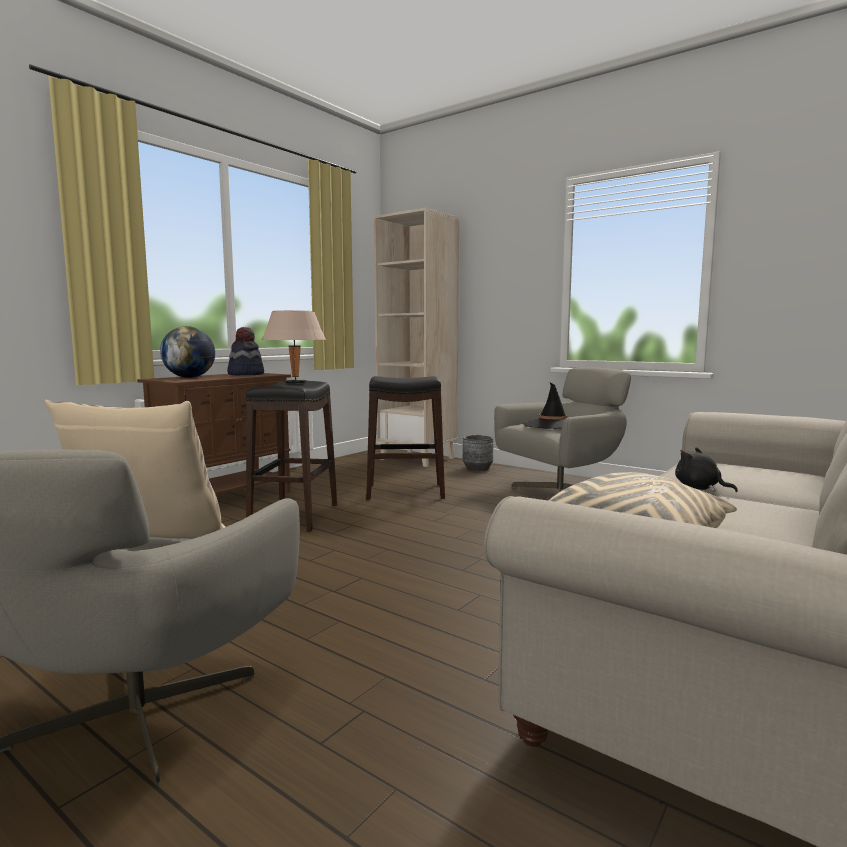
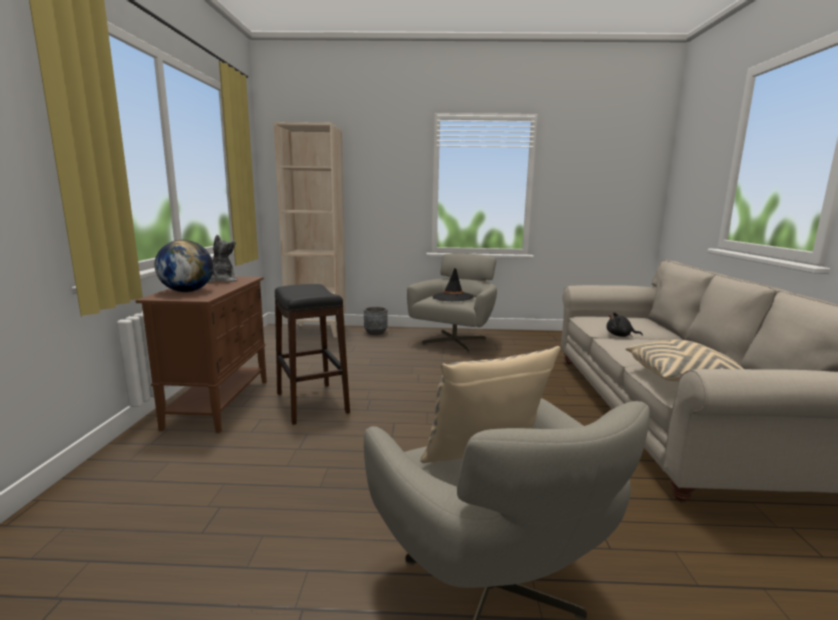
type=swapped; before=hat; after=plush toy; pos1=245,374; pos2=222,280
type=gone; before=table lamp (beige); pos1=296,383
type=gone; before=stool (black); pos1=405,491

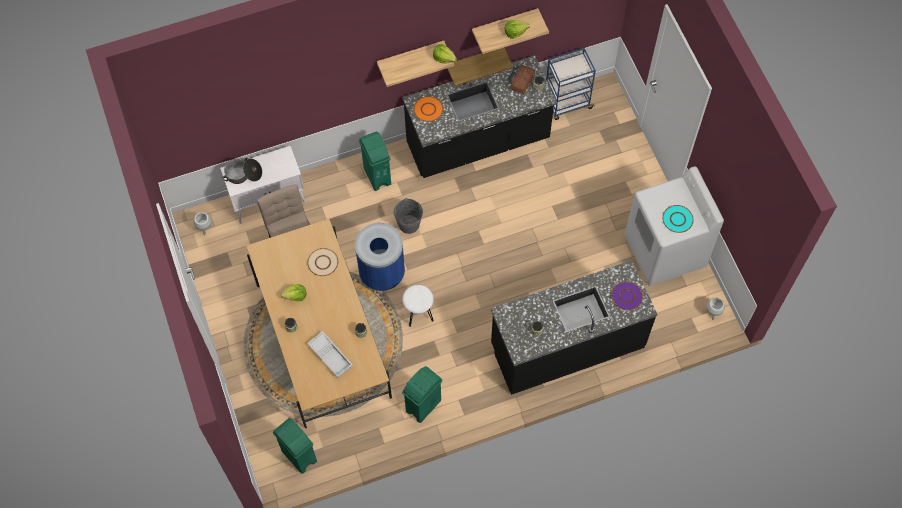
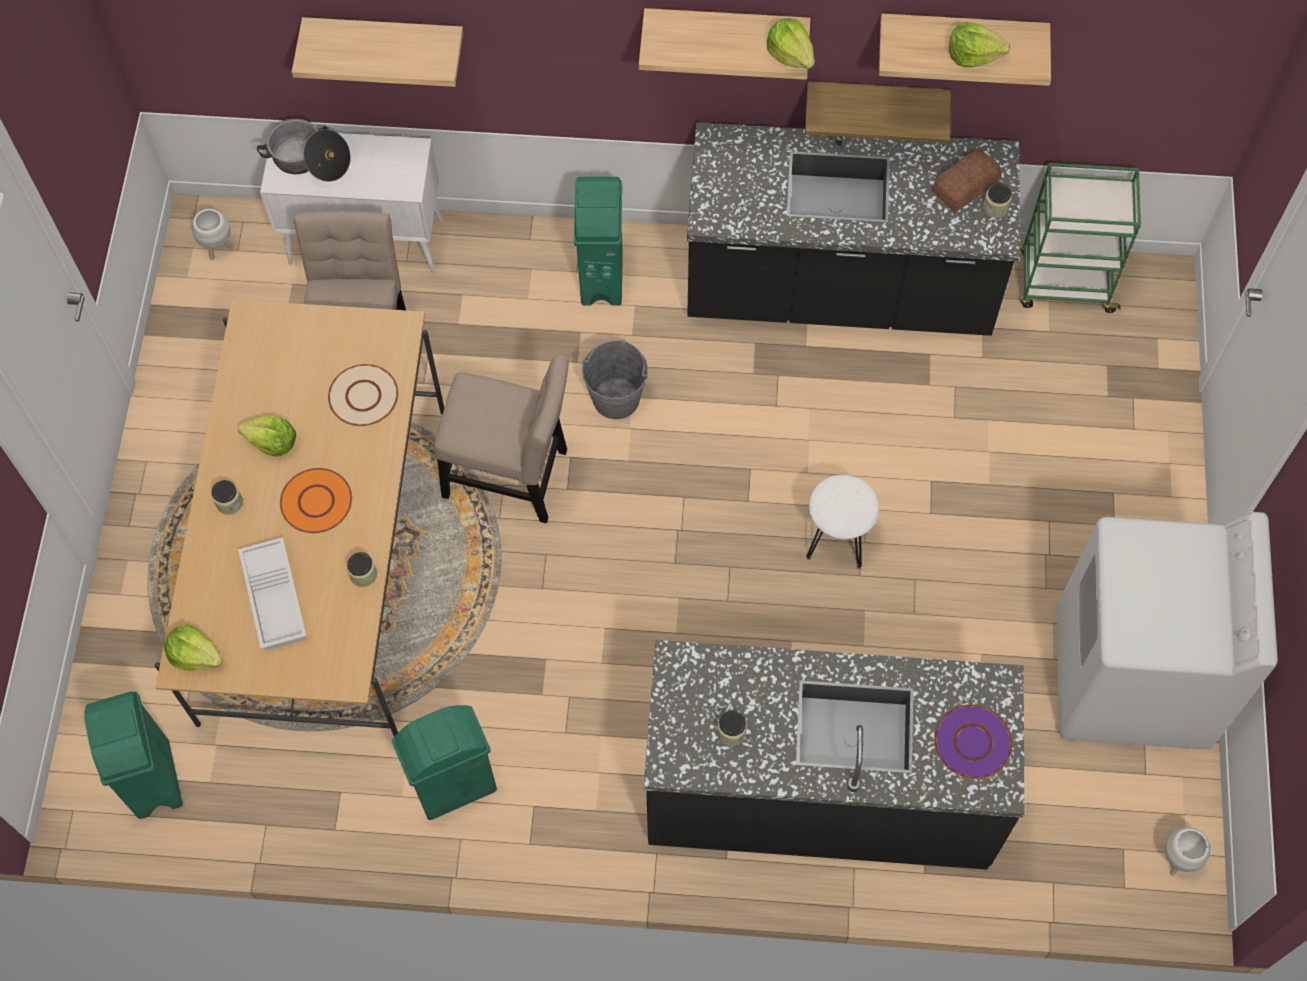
type=swapped; before=trash can (blue); after=chair (beige); pos1=382,273; pos2=512,476
type=shifted; before=stool (white); pos1=418,313; pos2=837,539
type=shifted; before=plate (orange); pos1=428,109; pos2=316,502
type=repainted; before=cart (blue); after=cart (green); pos1=567,103; pos2=1064,282
type=gone; before=plate (turquoise); pos1=677,219
type=new; after=lettuce; pos2=195,655
type=new; after=shelf; pos2=385,39

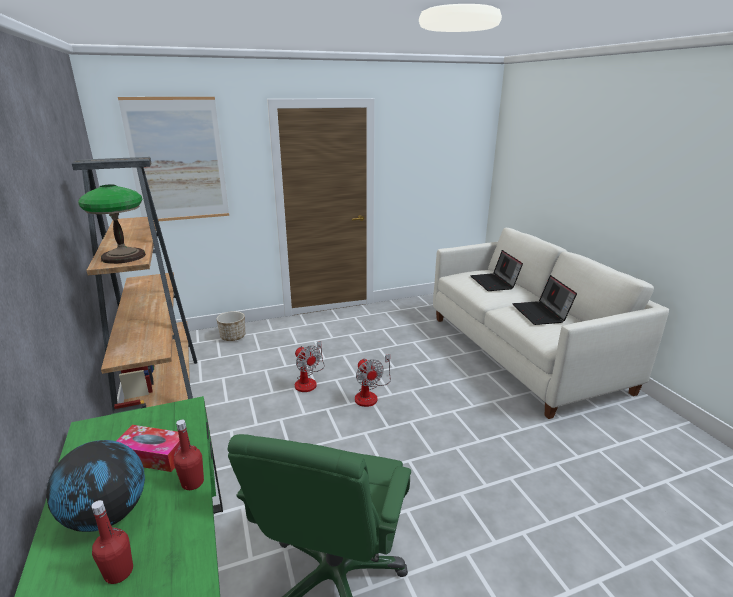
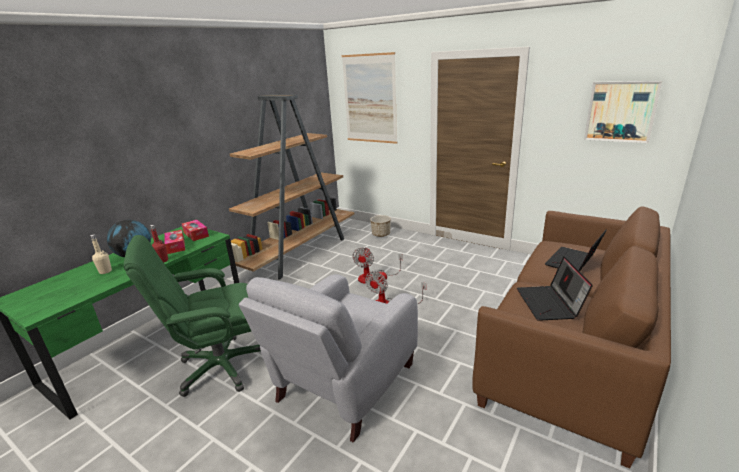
type=gone; before=table lamp; pos1=123,256
type=repainted; before=bottle (red); after=bottle (beige); pos1=119,572; pos2=105,271
type=repainted; before=sofa (white); after=sofa (brown); pos1=522,351; pos2=572,351
type=rotated; before=laptop; pos1=541,313; pos2=550,304; turn=-45
type=new; after=tissue box; pos2=196,234
type=new; after=armchair (grey); pos2=343,385
type=new; after=picture; pos2=620,111

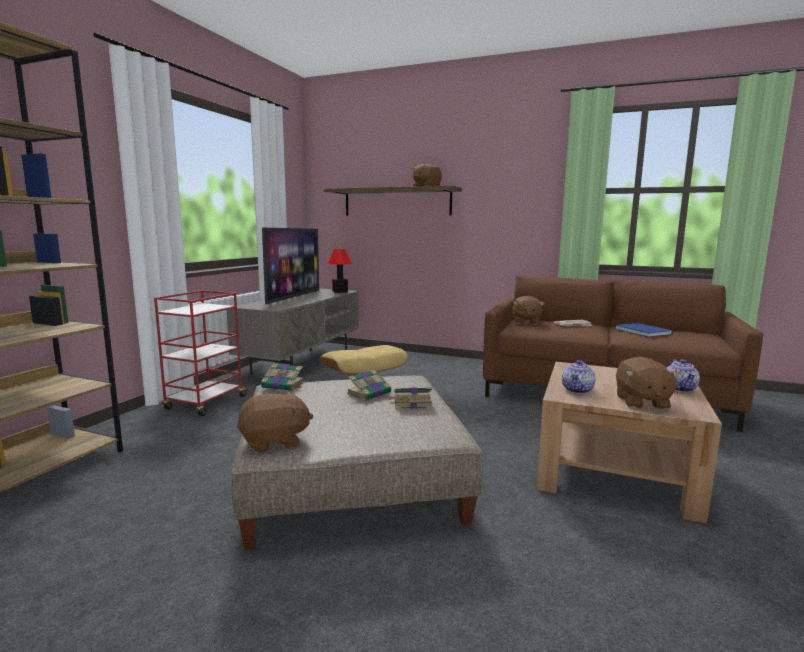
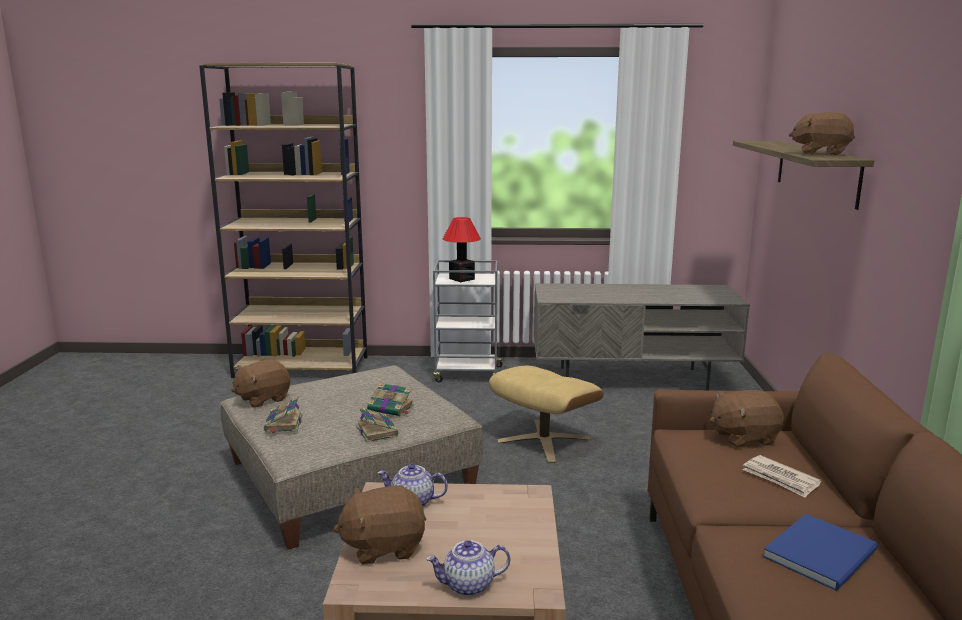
type=repainted; before=cart (red); after=cart (grey); pos1=205,403; pos2=467,374
type=rotated; before=plush toy (brown); pos1=274,442; pos2=262,399; turn=90
type=shifted; before=book; pos1=284,385; pos2=283,424
type=gone; before=television; pos1=293,297
type=shifted; before=table lamp; pos1=340,291; pos2=461,279

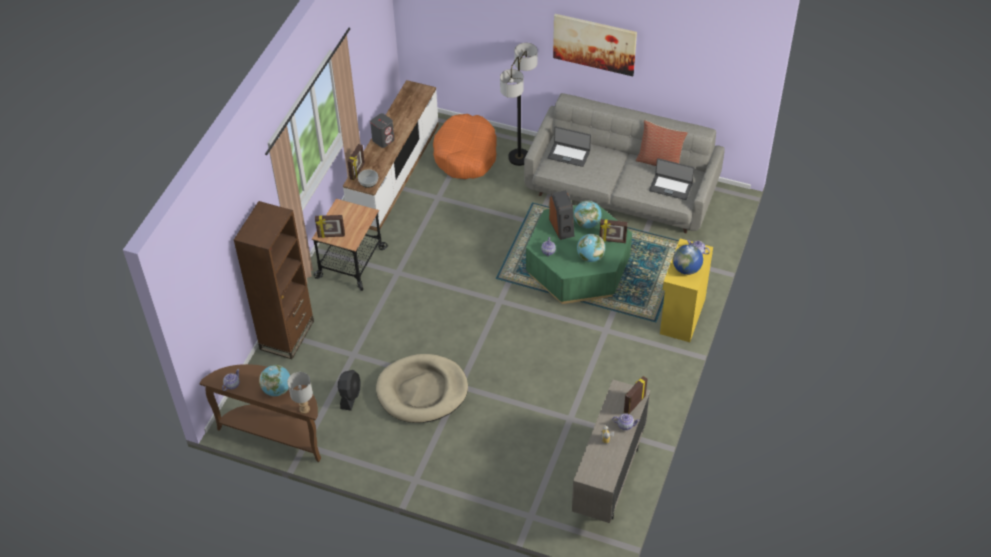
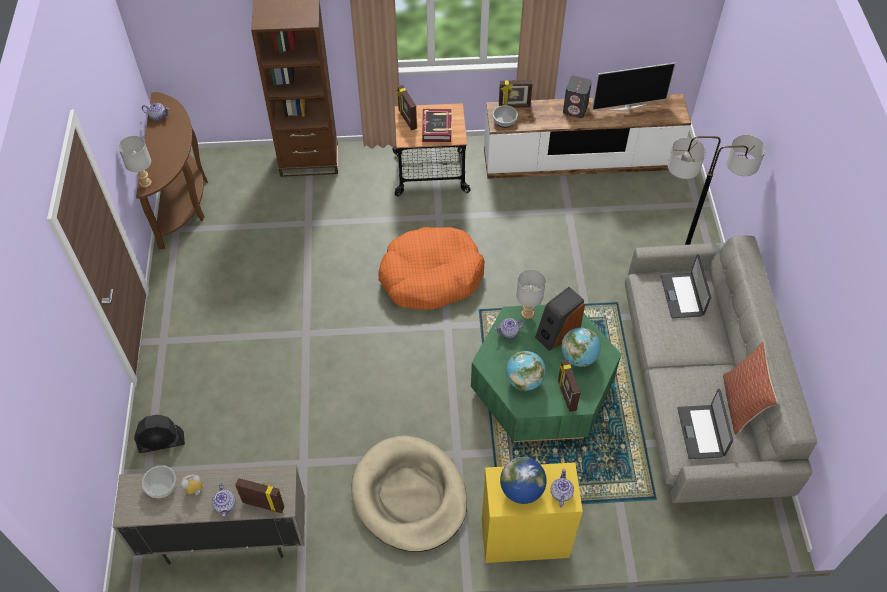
type=gone; before=globe; pos1=277,389
type=shifted; before=fan (black); pos1=350,396; pos2=162,442
type=shifted; before=dog bed (beige); pos1=422,391; pos2=409,496
type=shifted; before=dog bed (orange); pos1=466,155; pos2=430,276
type=gone; before=picture; pos1=594,44
type=new; after=bowl; pos2=161,486
type=new; after=book; pos2=437,128
type=new; after=table lamp (grey); pos2=527,313
type=new; after=television; pos2=627,107

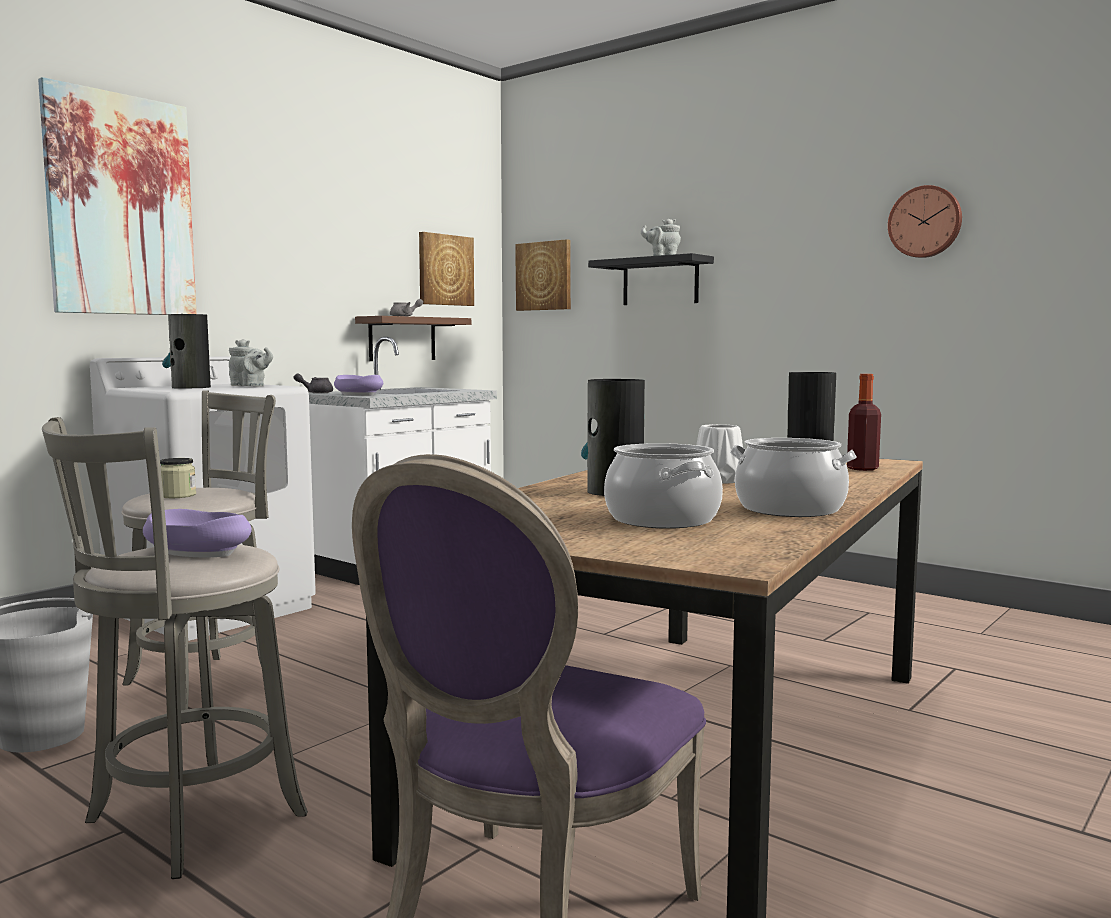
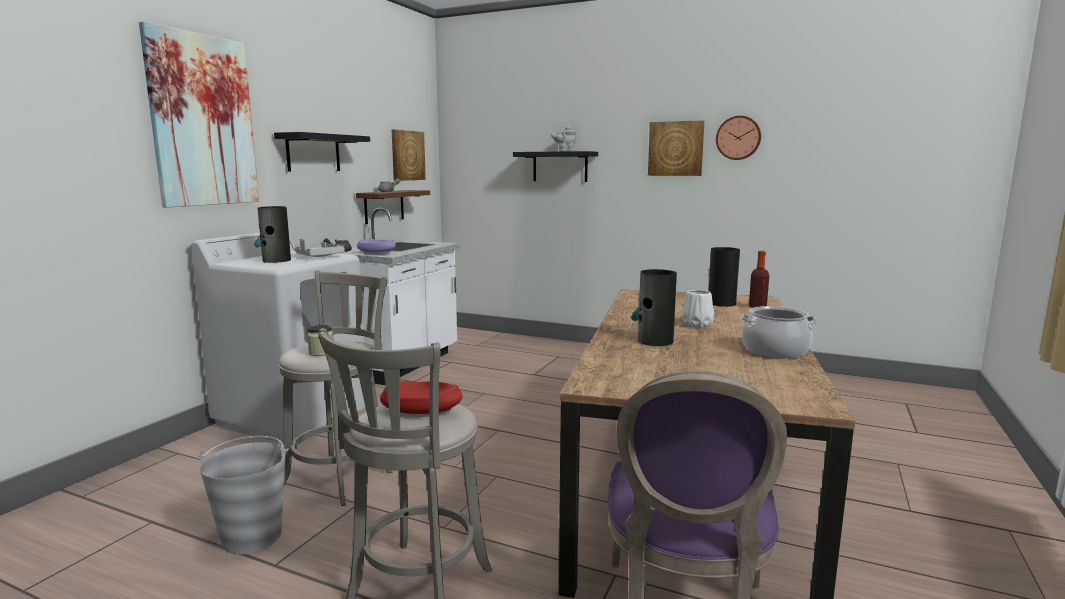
type=repainted; before=bowl (purple); after=bowl (red); pos1=198,552; pos2=422,411
type=swapped; before=teapot (grey); after=tray (grey); pos1=250,386; pos2=317,256
type=shifted; before=picture; pos1=544,276; pos2=676,148
type=gone; before=cooking pot; pos1=663,519
type=new; after=shelf (black); pos2=313,153

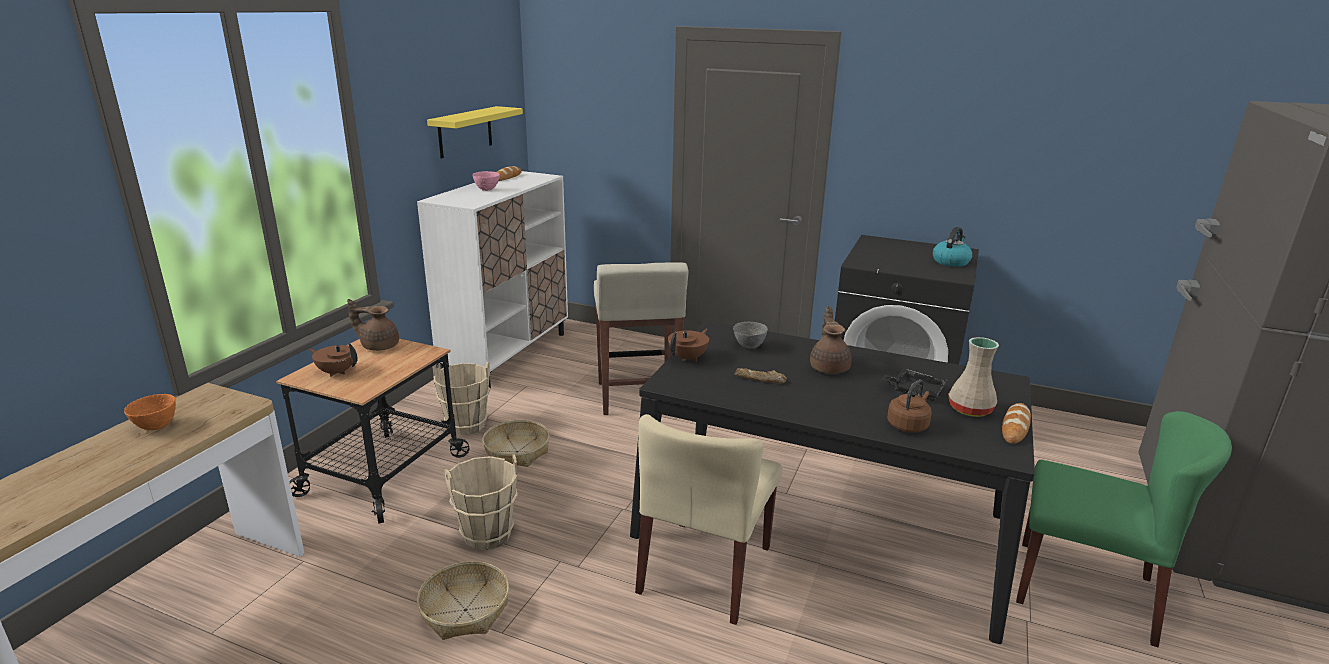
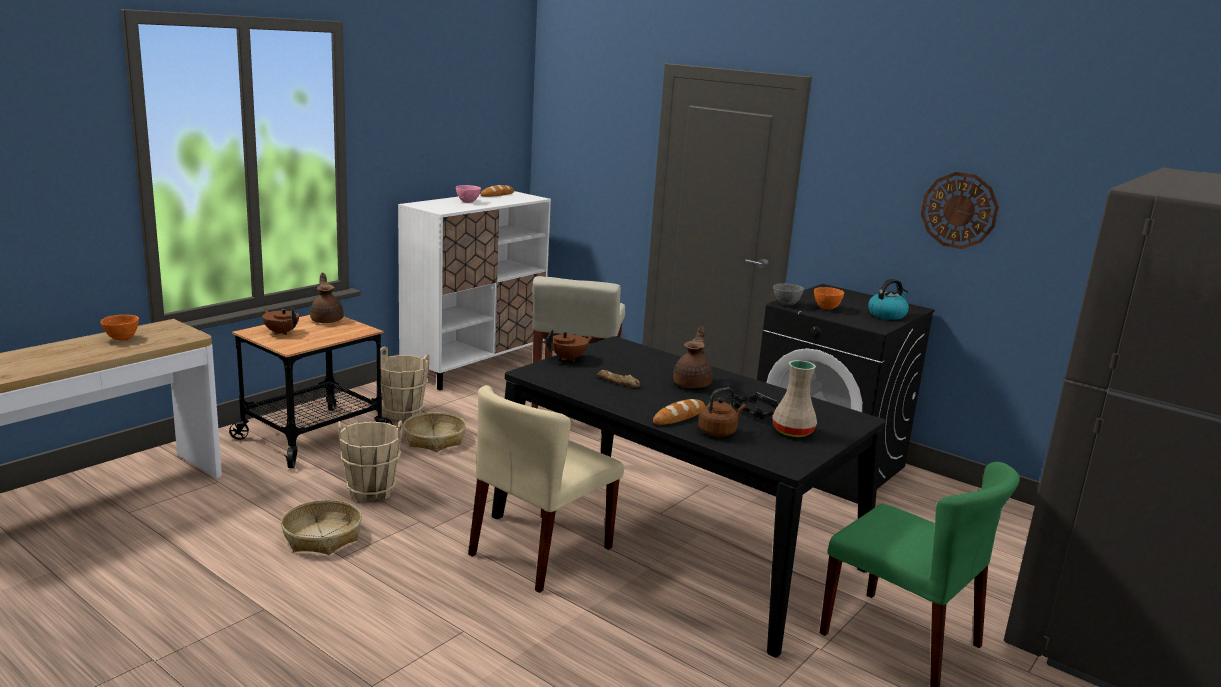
type=rotated; before=teapot (brown); pos1=379,346; pos2=327,320; turn=45
type=gone; before=shelf (yellow); pos1=465,132
type=shifted; before=bowl (grey); pos1=749,347; pos2=787,304
type=shifted; before=bread; pos1=1015,426; pos2=679,416
type=new; after=bowl (orange); pos2=827,308
type=new; after=wall clock; pos2=959,210

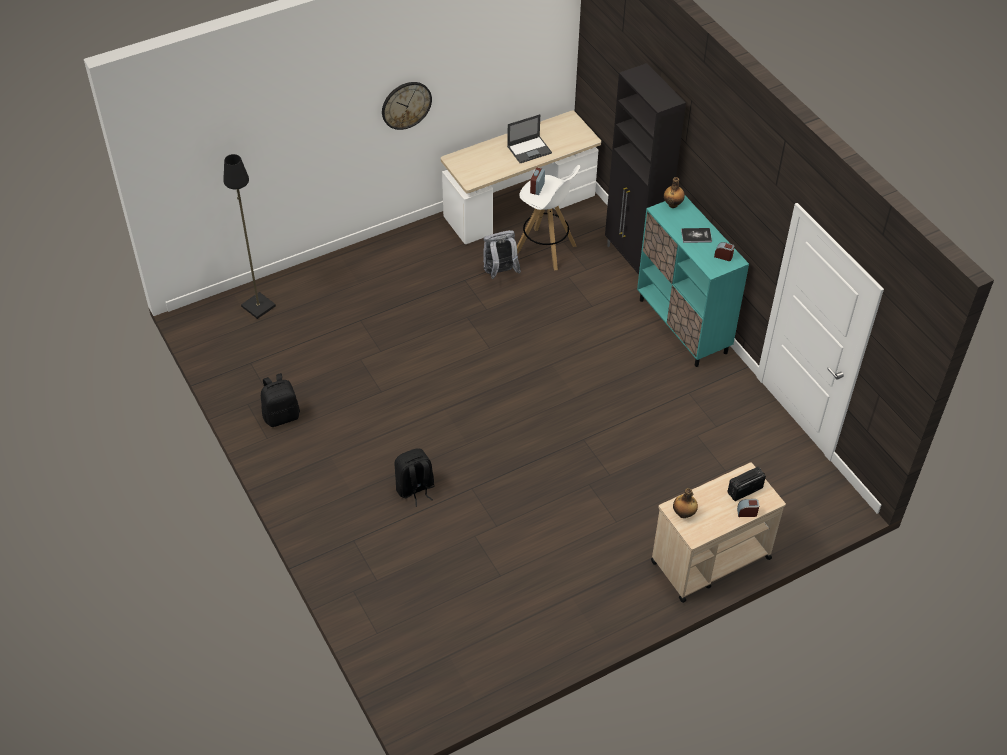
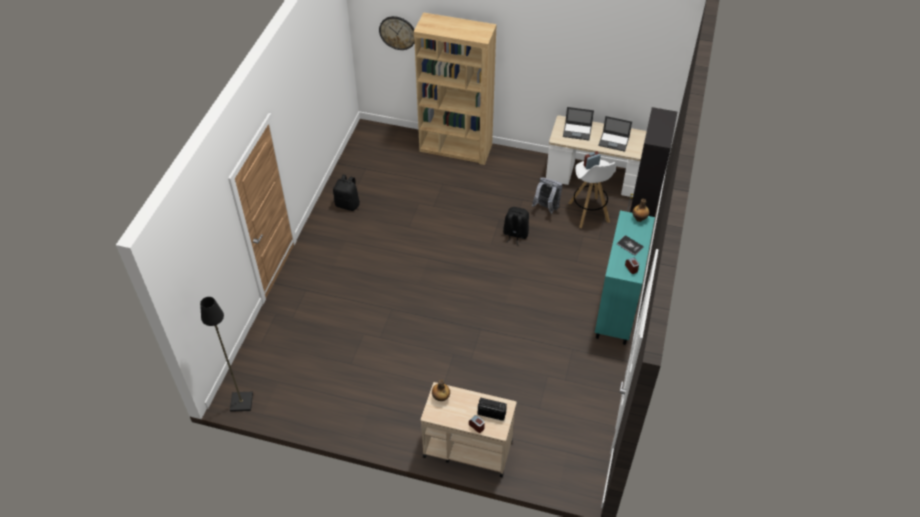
type=shifted; before=floor lamp (black); pos1=257,306; pos2=241,402
type=shifted; before=wall clock; pos1=406,105; pos2=397,32
type=shifted; before=backpack (black); pos1=415,489; pos2=515,234
type=new; after=bookcase (brown); pos2=456,148
type=new; after=laptop; pos2=577,131

